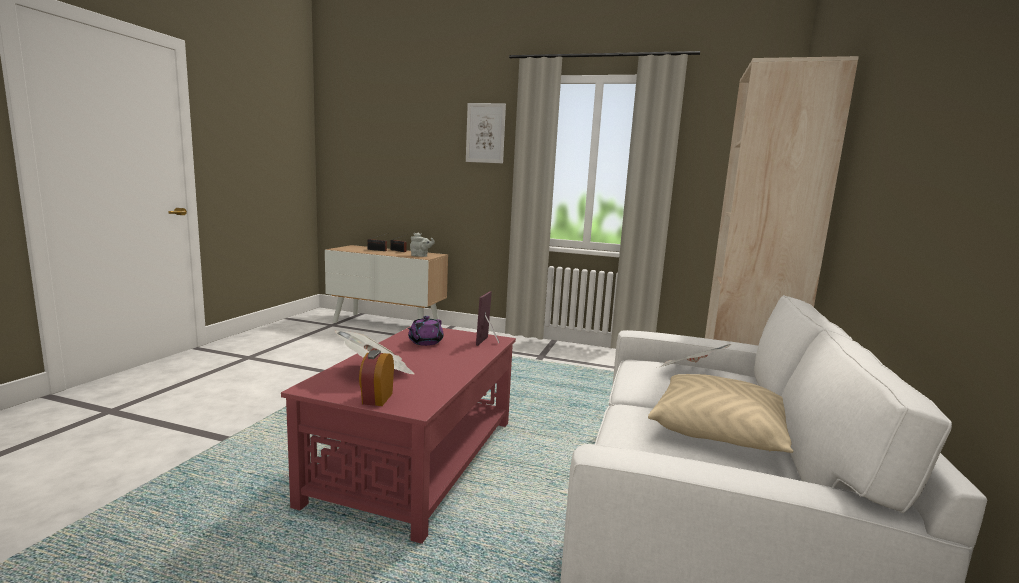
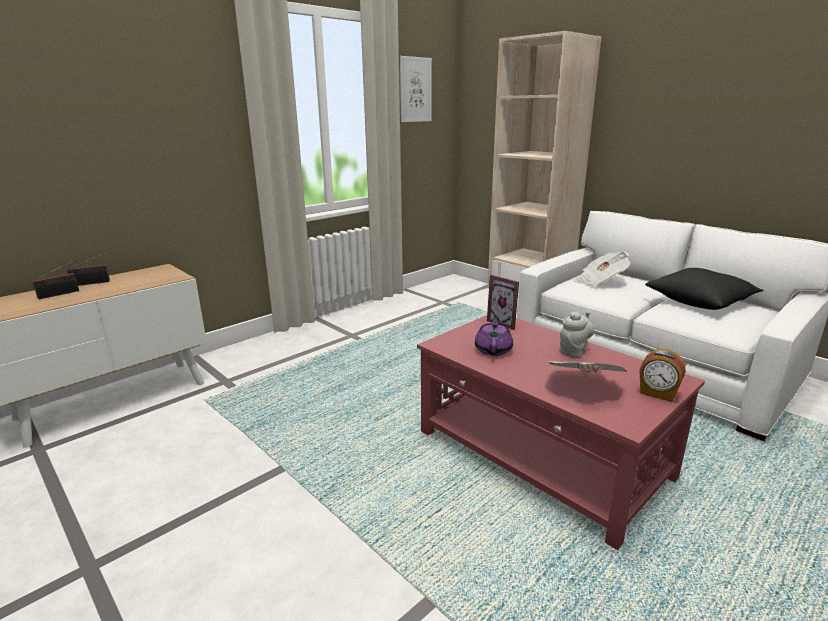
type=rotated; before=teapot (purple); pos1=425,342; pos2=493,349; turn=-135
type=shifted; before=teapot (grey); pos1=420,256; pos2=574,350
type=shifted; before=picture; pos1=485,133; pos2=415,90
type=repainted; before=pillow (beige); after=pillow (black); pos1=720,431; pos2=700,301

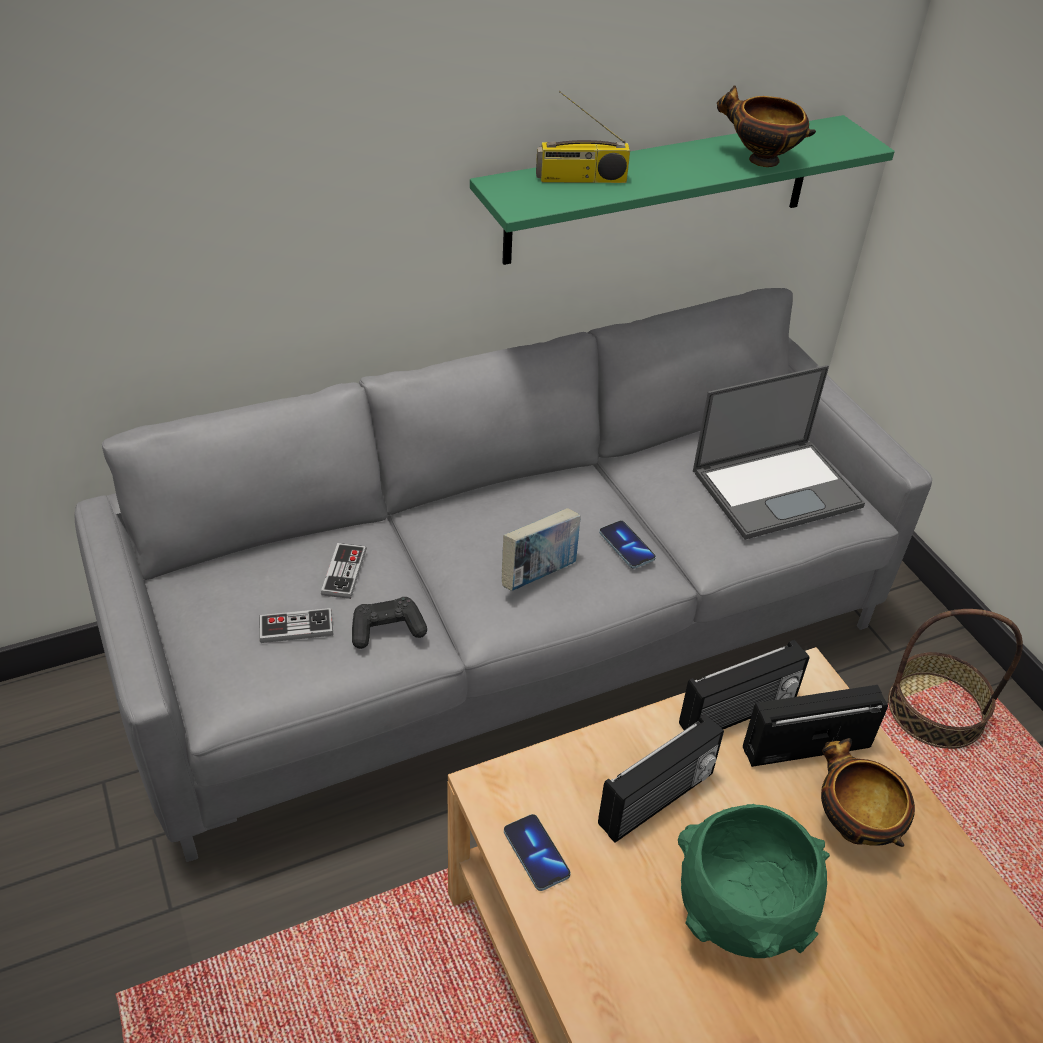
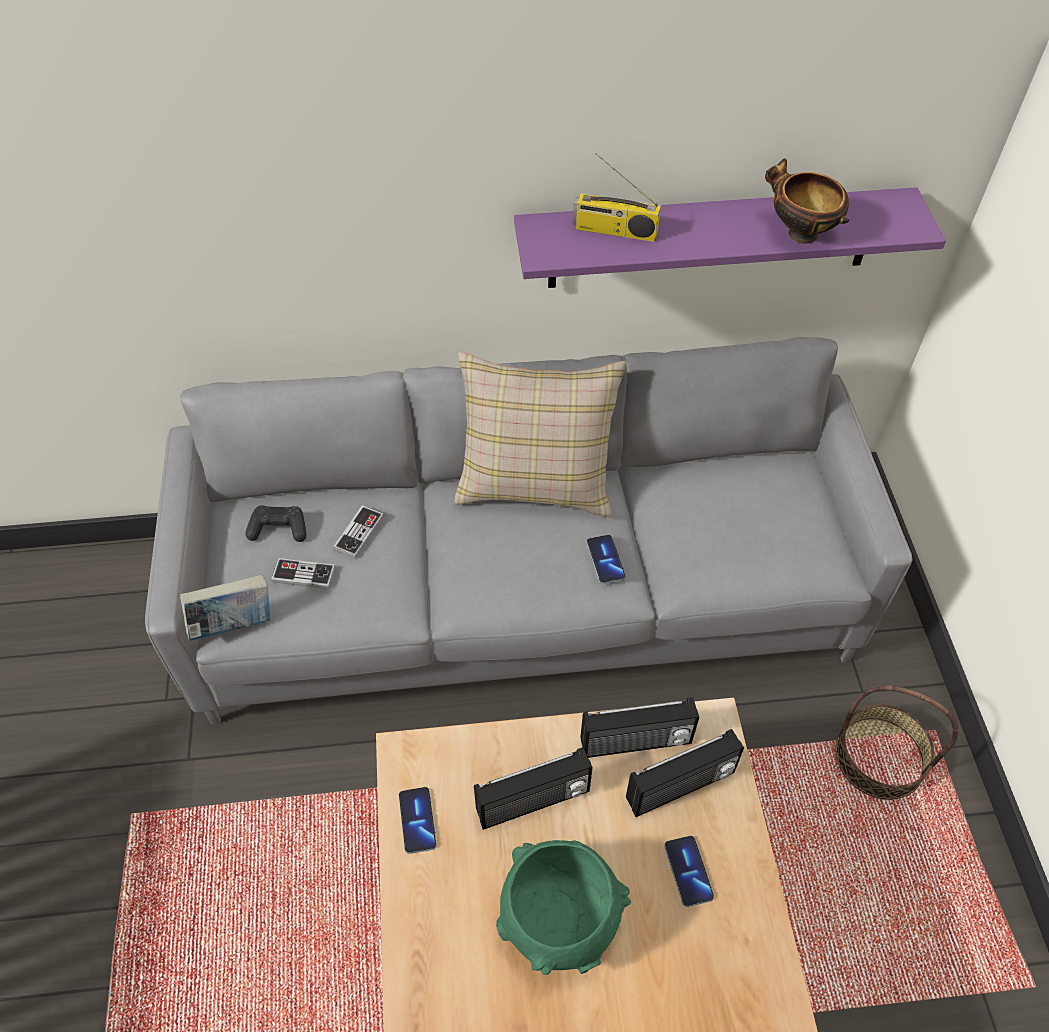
type=shifted; before=game controller (black); pos1=387,629; pos2=279,529
type=repainted; before=shelf (green); after=shelf (purple); pos1=661,190; pos2=711,238
type=shifted; before=book; pos1=539,574; pos2=234,625
type=gone; before=laptop; pos1=778,488
type=rotated; before=radio; pos1=805,745; pos2=681,787; turn=150
type=swapped; before=bowl; after=phone; pos1=852,825; pos2=688,871
type=new; after=pillow (beige); pos2=536,478

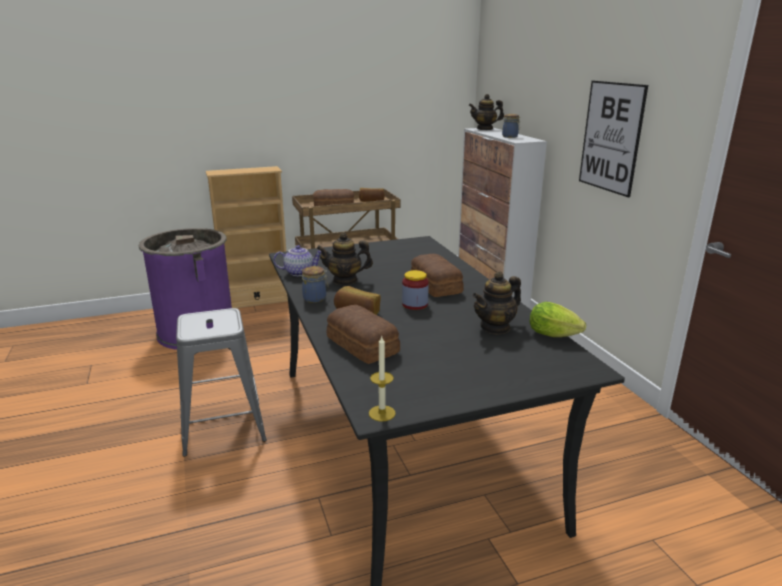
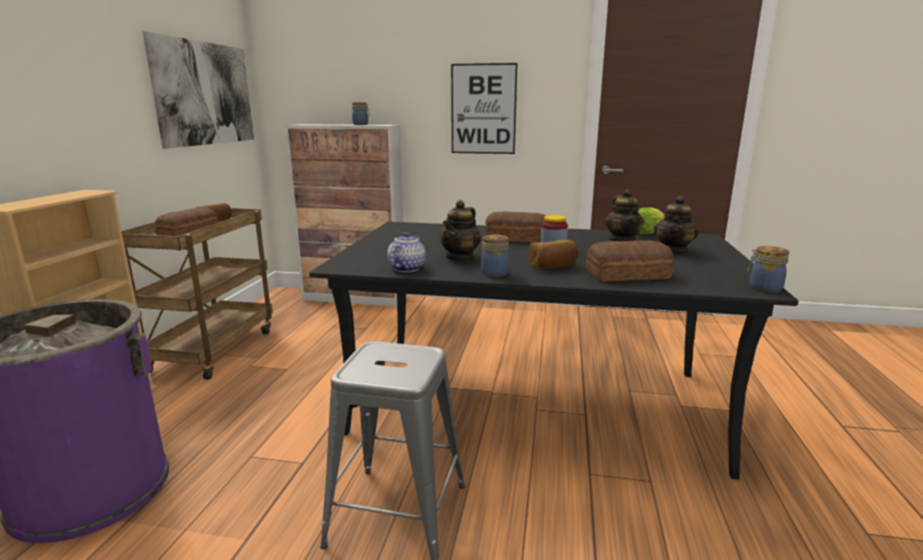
type=swapped; before=candle; after=jar; pos1=382,413; pos2=763,288
type=shifted; before=teapot; pos1=485,129; pos2=673,250
type=new; after=picture; pos2=205,93

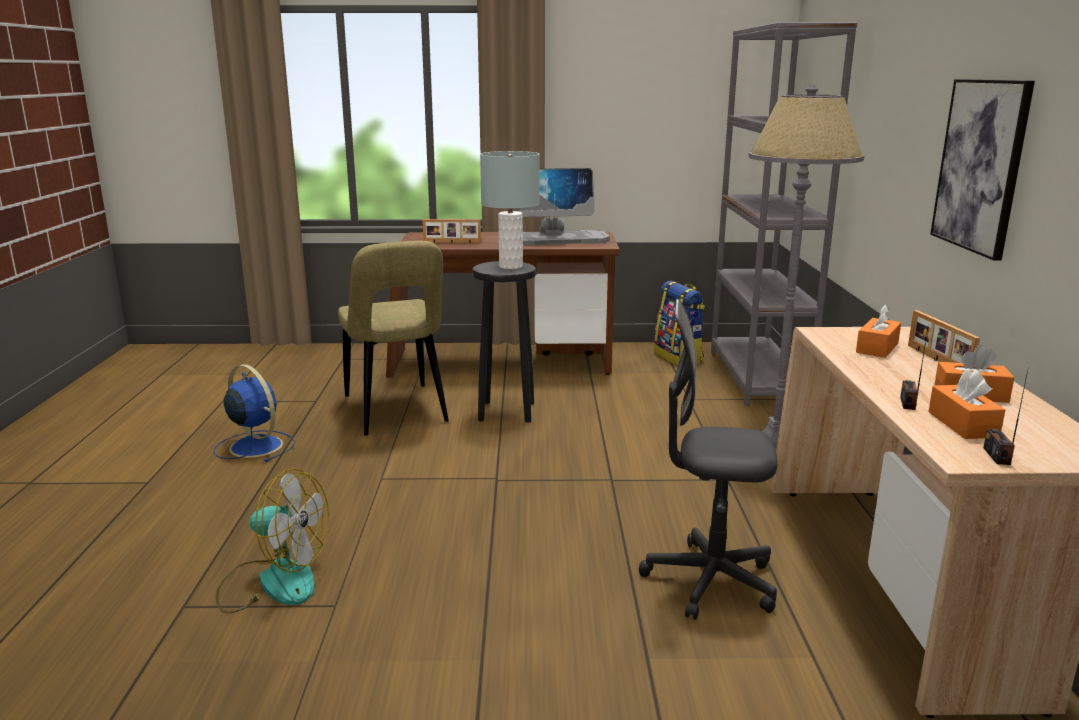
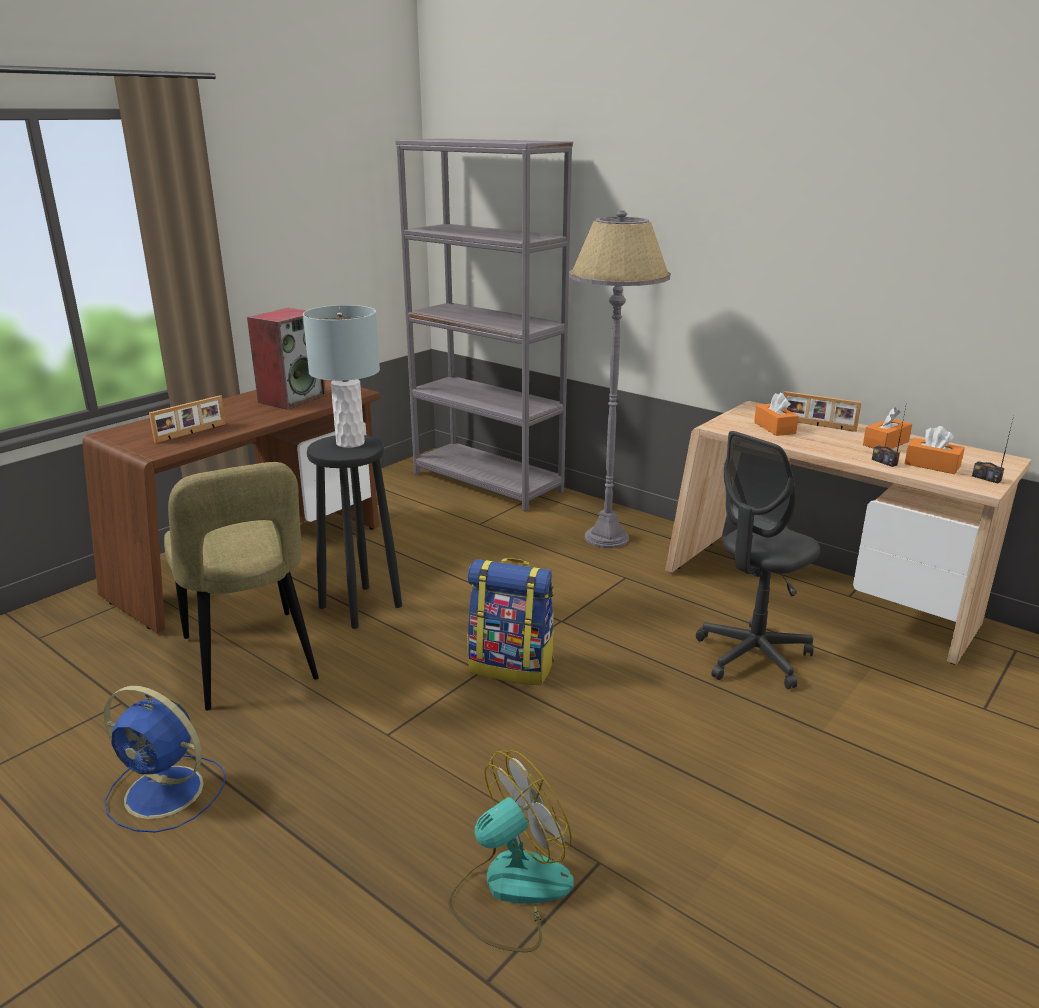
type=rotated; before=fan (blue); pos1=255,446; pos2=167,792; turn=-150
type=rotated; before=chair (beige); pos1=397,412; pos2=251,663; turn=45
type=swapped; before=monitor; after=speaker; pos1=554,240; pos2=292,398
type=shifted; before=backpack; pos1=679,357; pos2=512,666
type=gone; before=picture; pos1=980,165

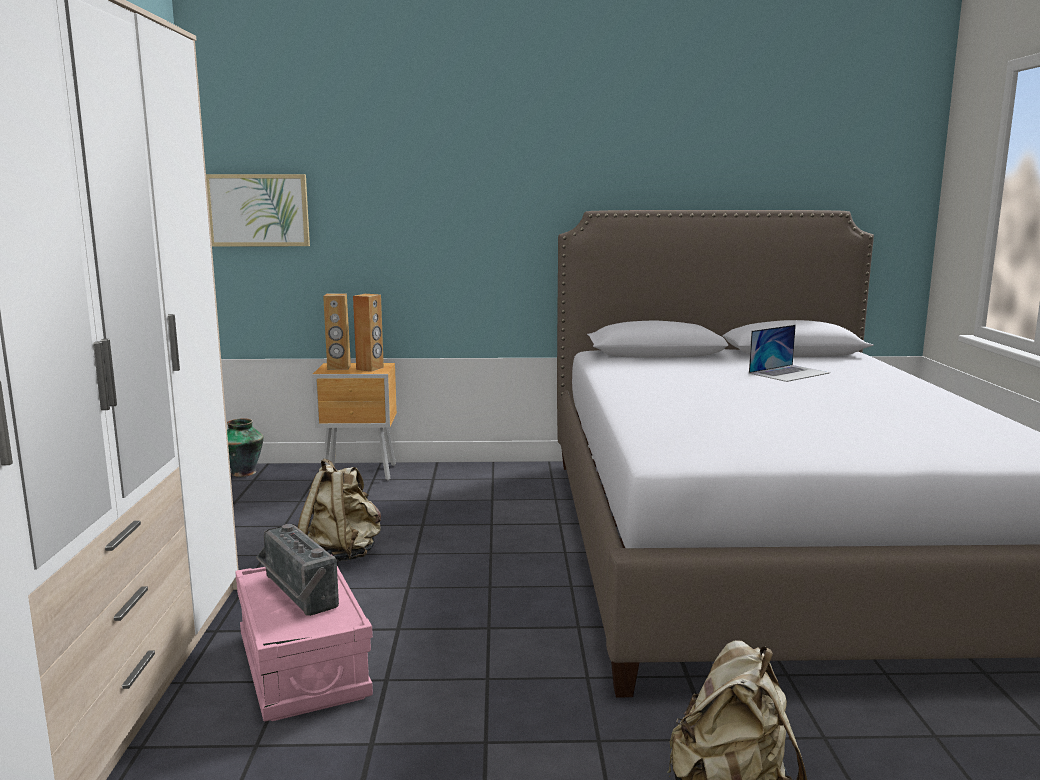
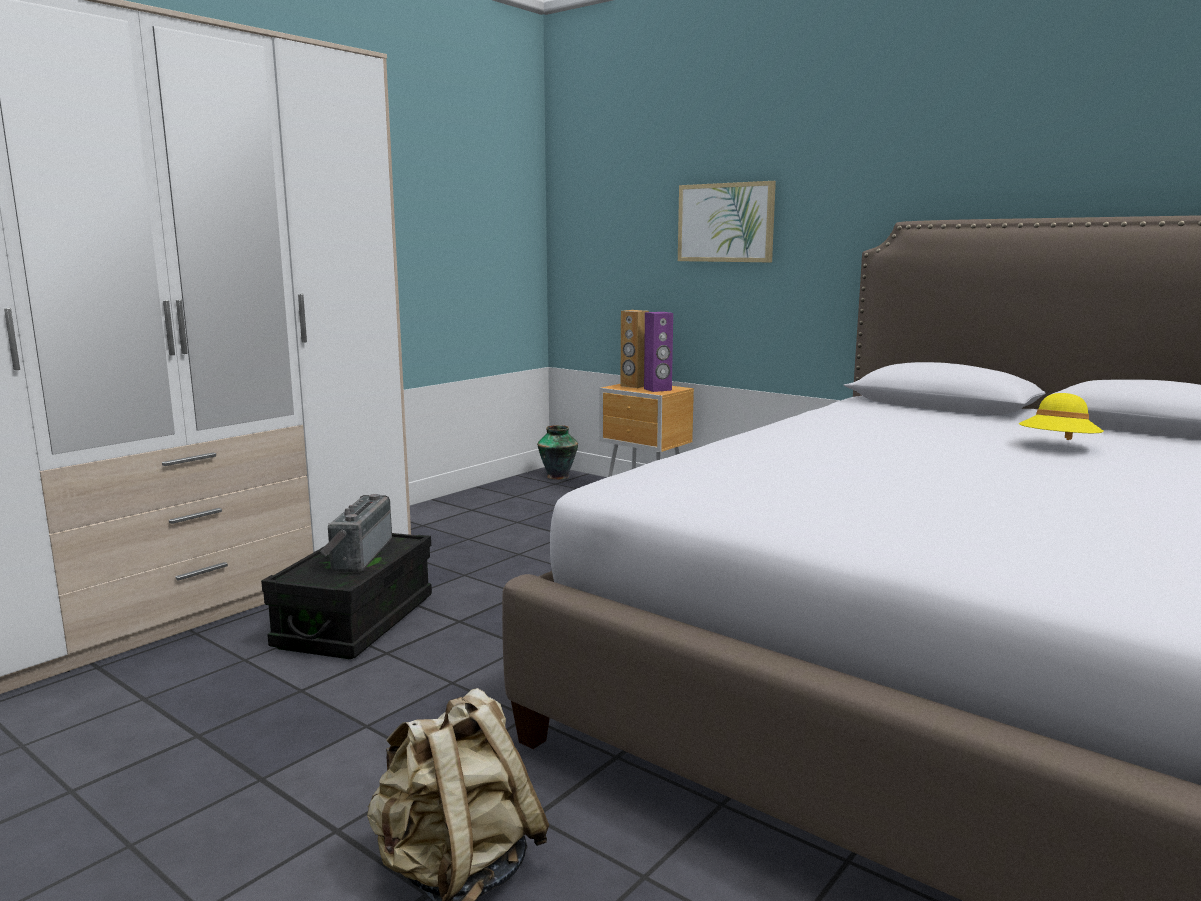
type=shifted; before=picture; pos1=258,210; pos2=726,222
type=repainted; before=storage box (pink); after=storage box (black); pos1=303,666; pos2=356,622
type=gone; before=backpack (beige); pos1=343,554
type=repainted; before=speaker (brown); after=speaker (purple); pos1=370,368; pos2=658,389
type=swapped; before=laptop; after=hat (yellow); pos1=789,373; pos2=1058,446

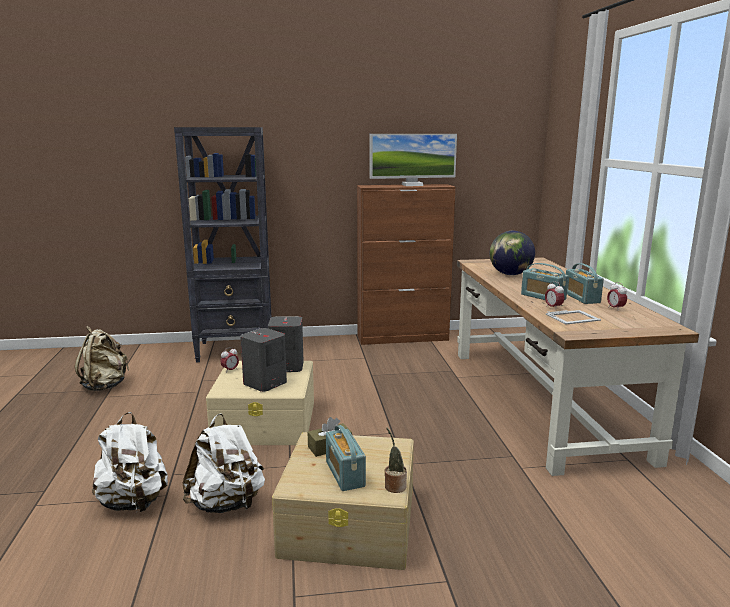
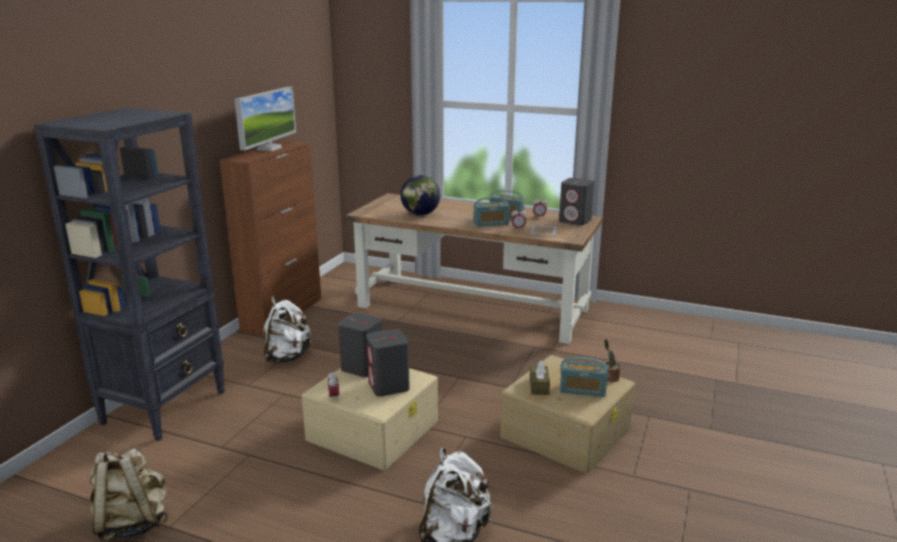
type=shifted; before=backpack (white); pos1=226,504; pos2=287,357
type=new; after=speaker (grey); pos2=575,221

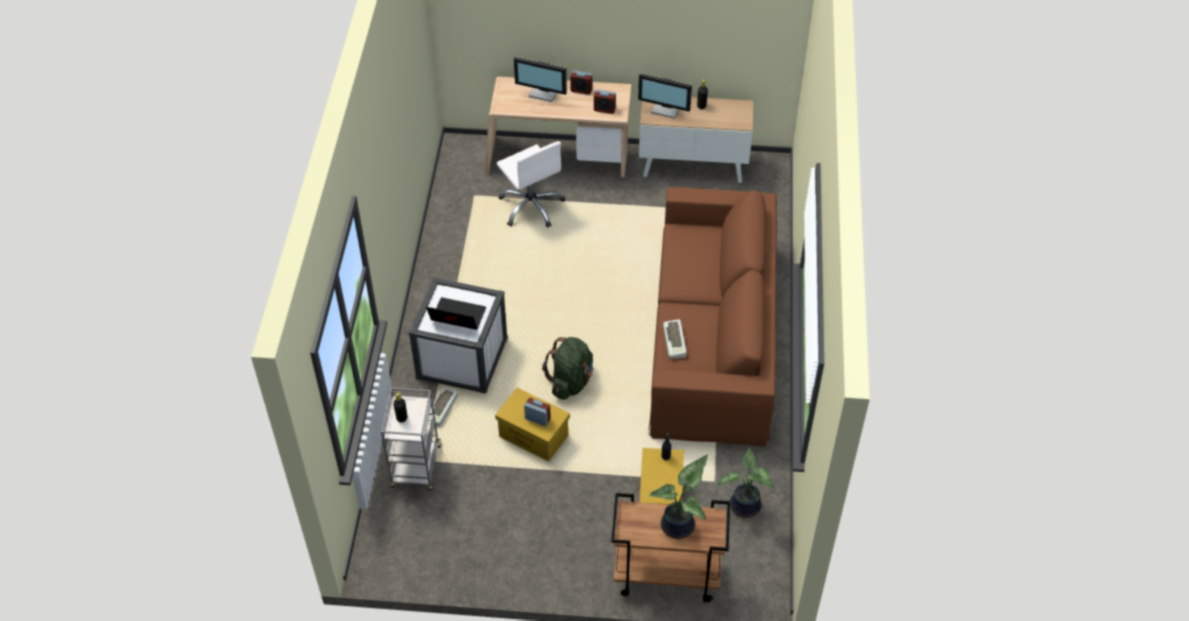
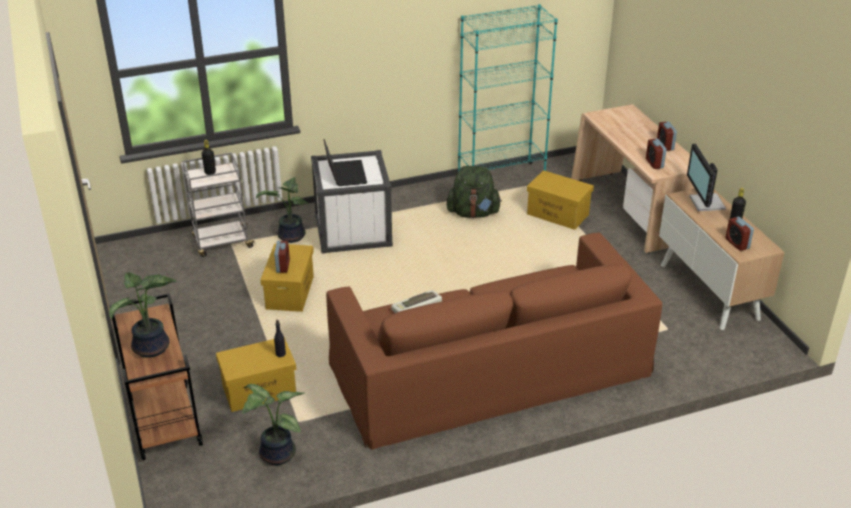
type=swapped; before=keyboard; after=potted plant; pos1=442,409; pos2=290,237
type=swapped; before=office chair (white); after=storage box (yellow); pos1=531,206; pos2=557,214
type=gone; before=monitor; pos1=544,92
type=shifted; before=backpack (green); pos1=571,382; pos2=473,213
type=new; after=bookcase (turquoise); pos2=501,178
type=new; after=alarm clock; pos2=737,244

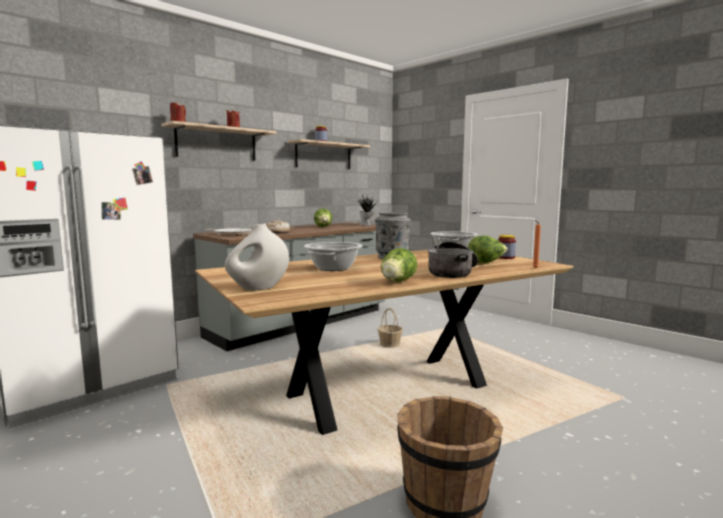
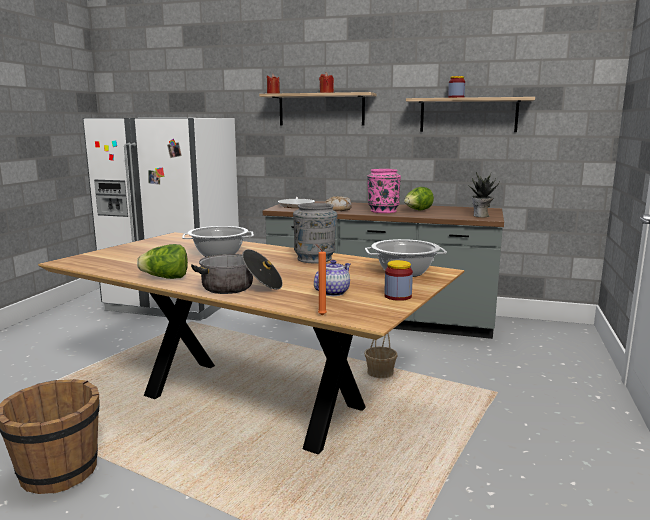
type=gone; before=vase (white); pos1=258,288
type=swapped; before=lettuce; after=teapot; pos1=486,263; pos2=332,292
type=new; after=vase (pink); pos2=383,211

